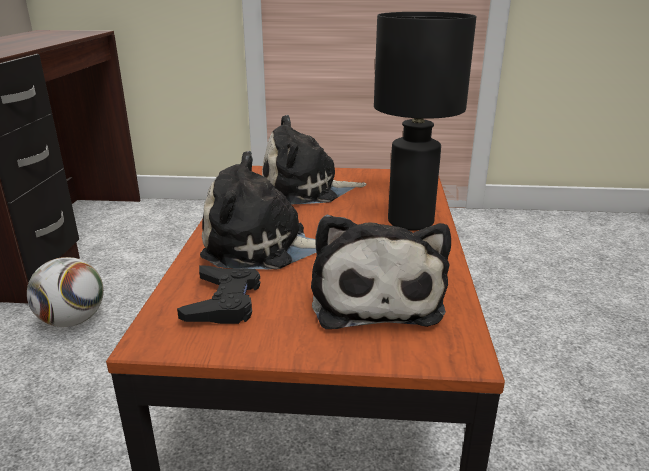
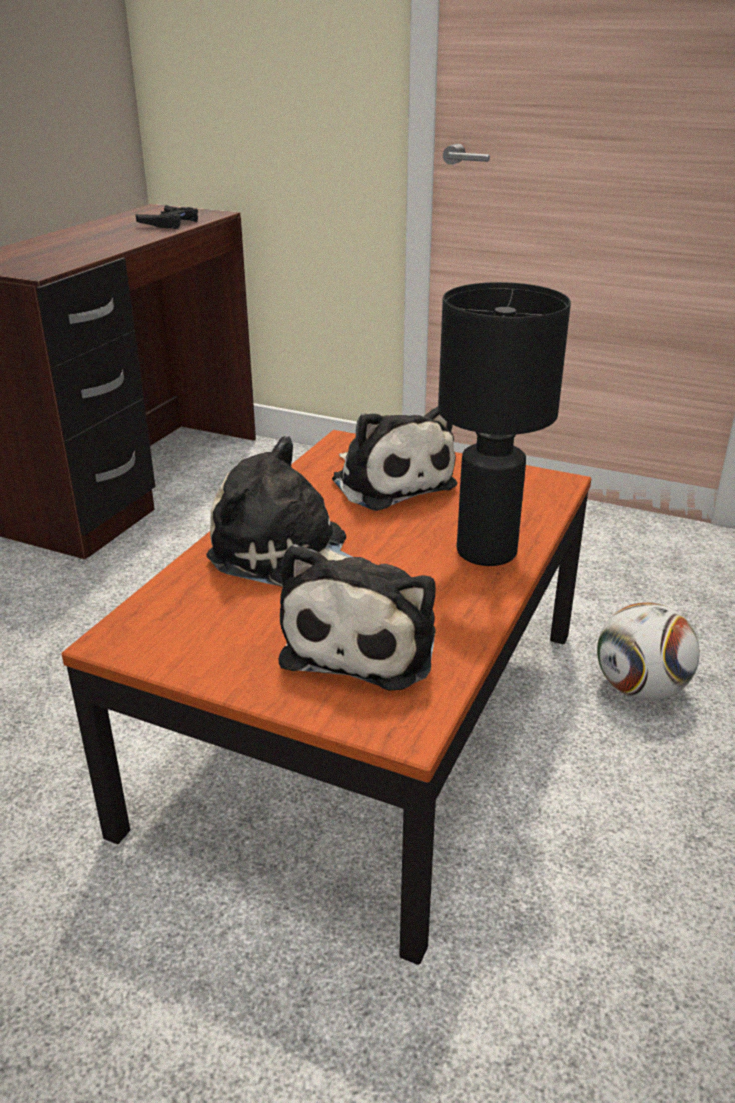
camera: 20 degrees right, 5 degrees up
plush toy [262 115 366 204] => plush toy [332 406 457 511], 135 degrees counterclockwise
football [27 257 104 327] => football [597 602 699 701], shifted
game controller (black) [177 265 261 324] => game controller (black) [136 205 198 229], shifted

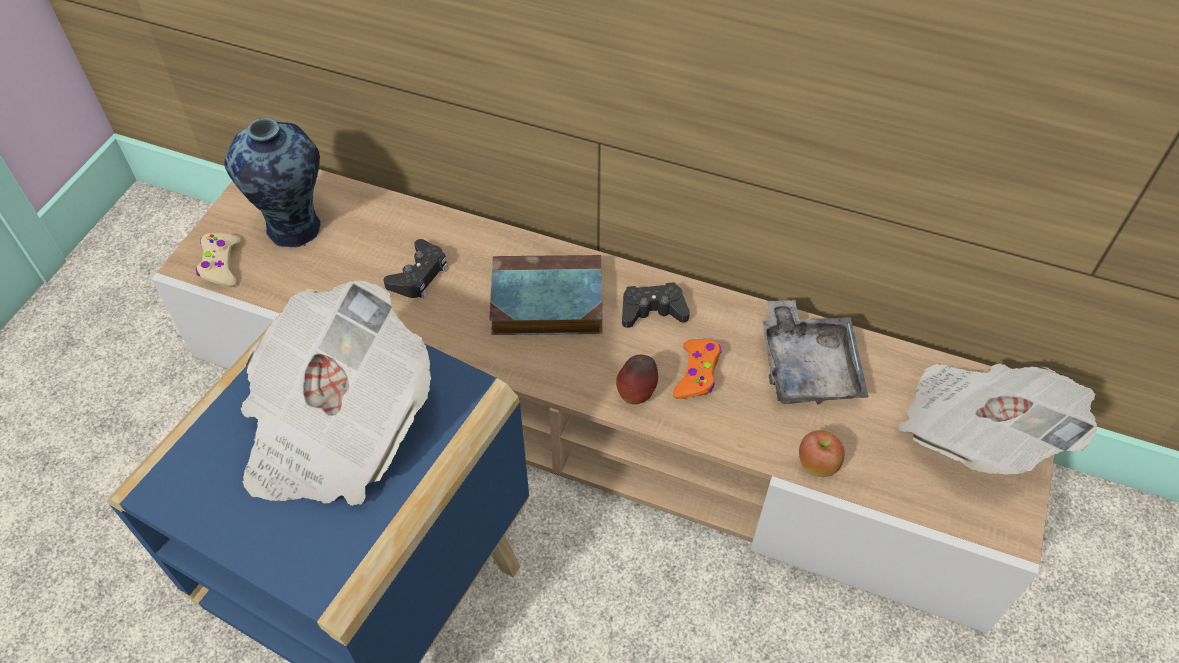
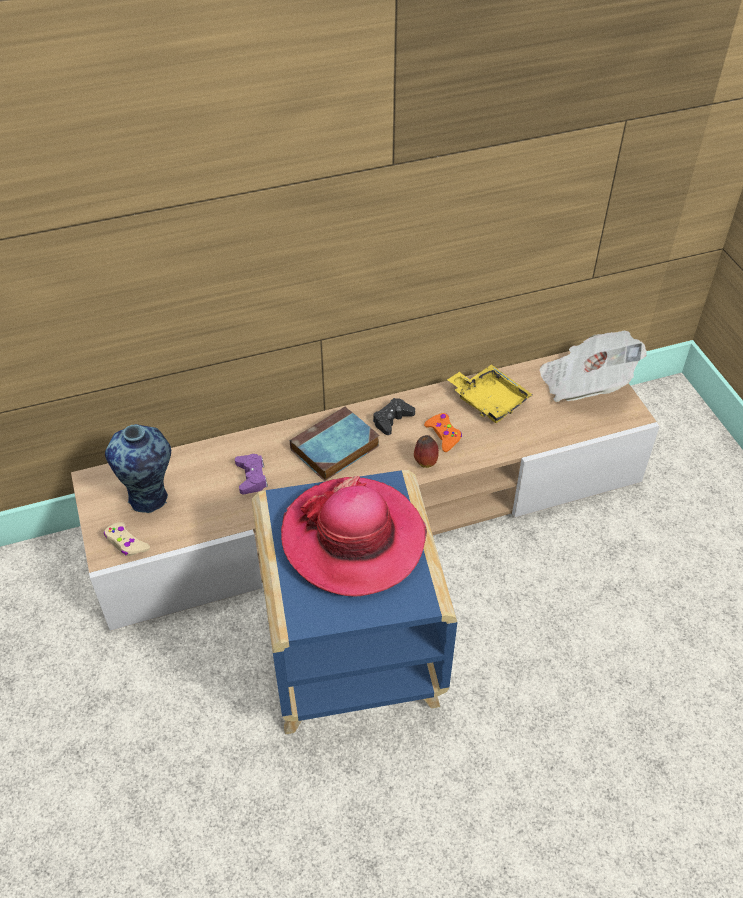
camera: 40 degrees left, 5 degrees down
game controller (black) [384 239 448 299] => game controller (purple) [235 454 268 494]
newspaper [241 280 431 506] => hat [281 476 427 597]
tray (grey) [763 300 868 404] => tray (yellow) [447 364 533 423]
apple [799 430 845 477] => nothing

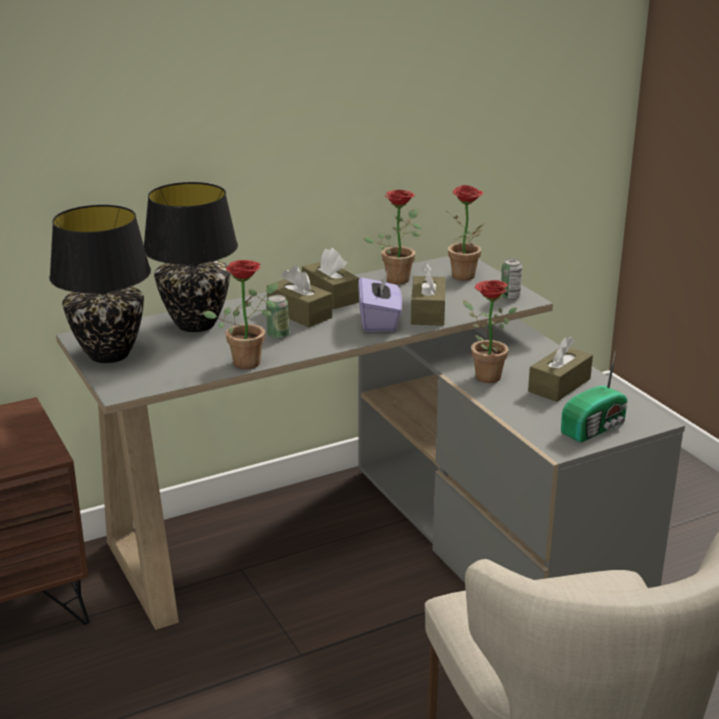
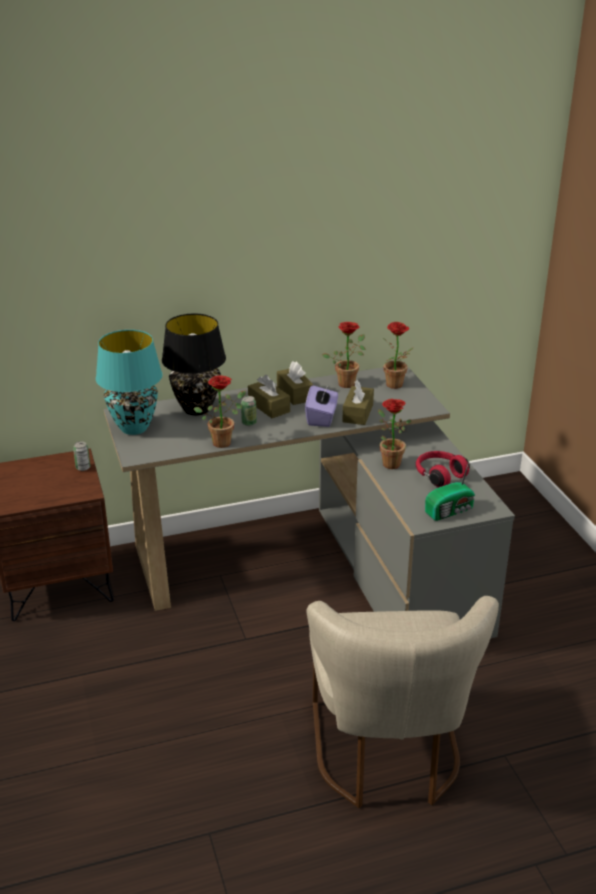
camera: 10 degrees right, 5 degrees up
table lamp (black) [49 205 151 363] => table lamp (turquoise) [96 330 162 435]
can [501 259 522 300] => can [73 441 90 471], shifted
tissue box (brown) [528 336 593 402] => headphones (red) [416 451 470 487]

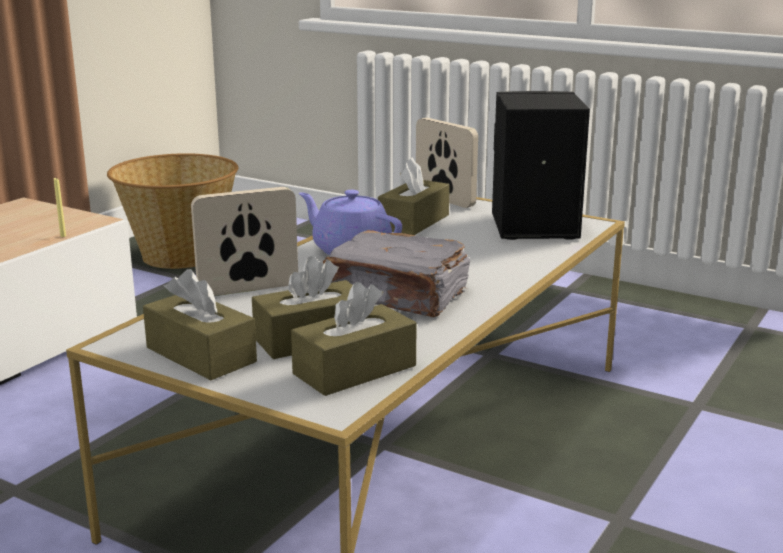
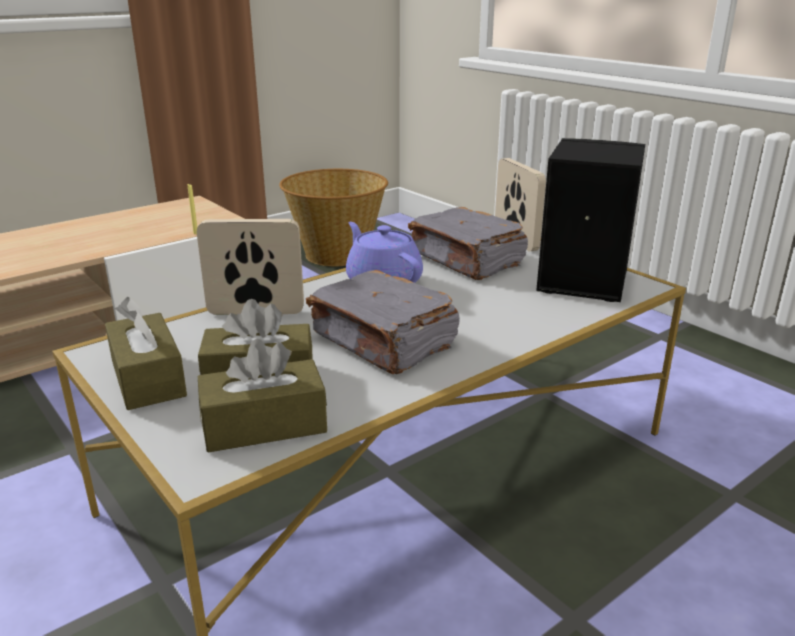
camera: 20 degrees right, 5 degrees up
tissue box (brown) [378 157 450 235] => book (grey) [408 207 528 280]

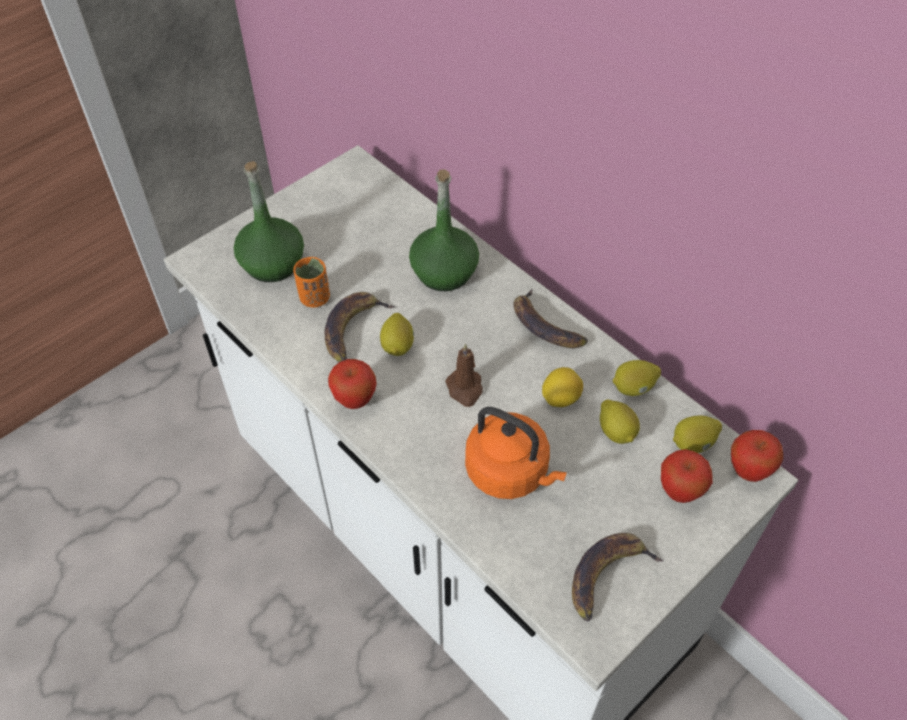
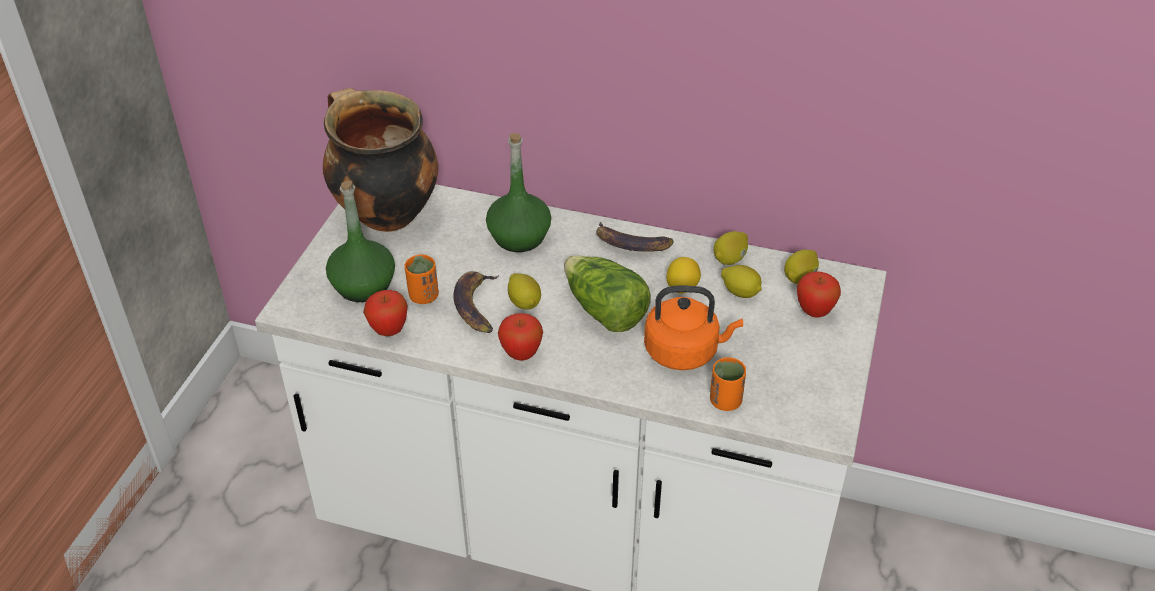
camera: 30 degrees left, 10 degrees down
candle (brown) [445 343 483 407] => lettuce [564 256 651 332]
apple [731 430 783 482] => apple [363 290 408 336], shifted
banana [572 533 664 621] => nothing
nothing => cooking pot [323 88 438 232]
nothing => cup (orange) [710 357 746 411]

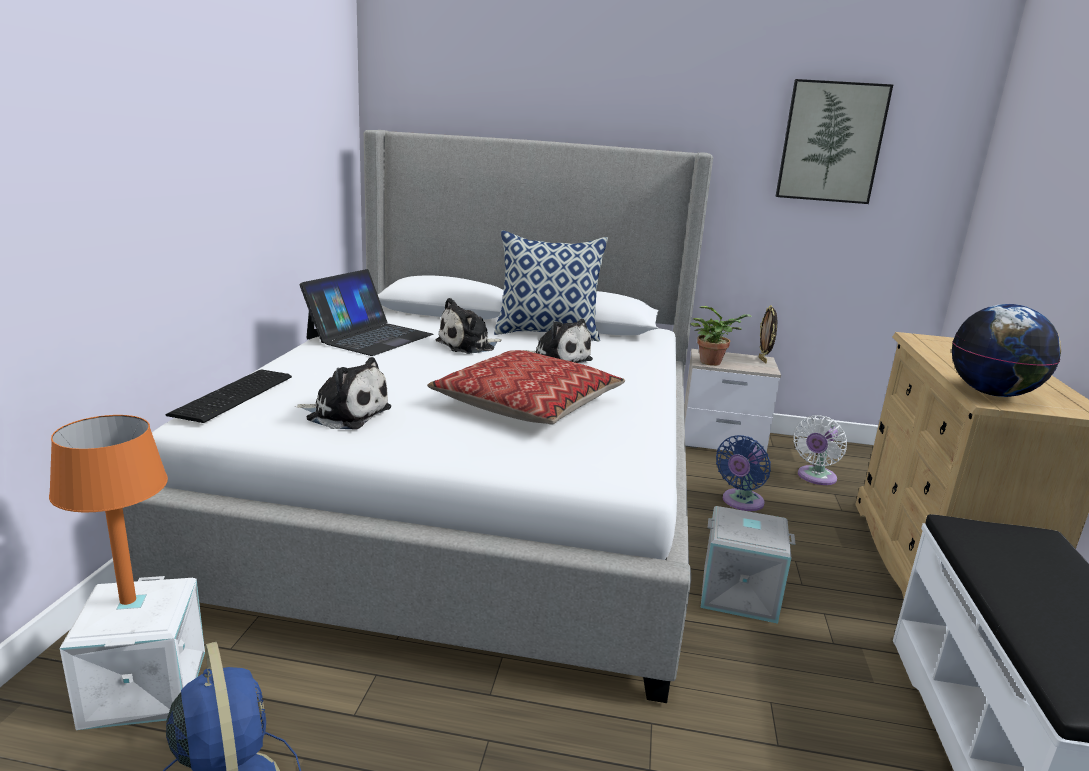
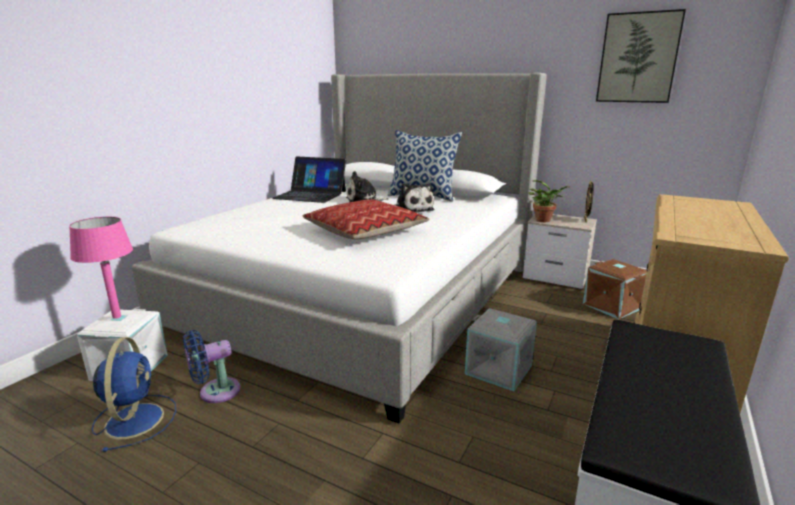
camera: 20 degrees right, 0 degrees up
laptop [299 269 434 356] => laptop [272 156 346 203], 60 degrees clockwise
globe [952 304 1061 397] => nothing
plush toy [297 357 391 429] => nothing
keyboard [166 369 292 423] => nothing
table lamp (orange) [49 415 168 605] => table lamp (pink) [69 217 133 319]
fan (white) [793 415 847 485] => storage box (brown) [583 259 647 319]
fan (blue) [716 435 771 511] => fan (blue) [183 330 241 403], shifted

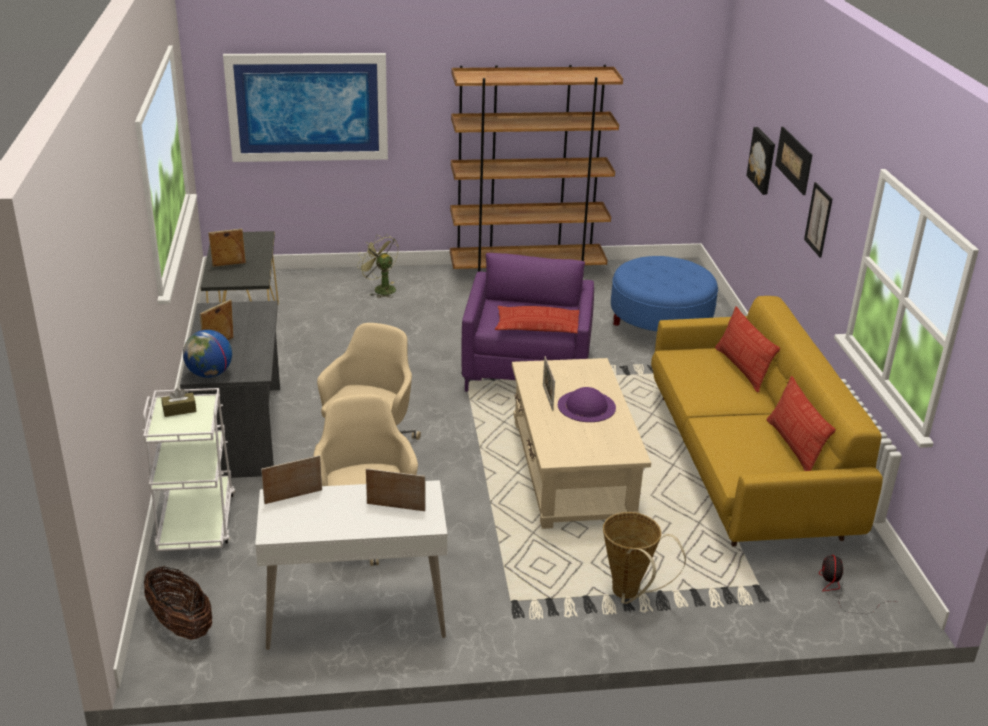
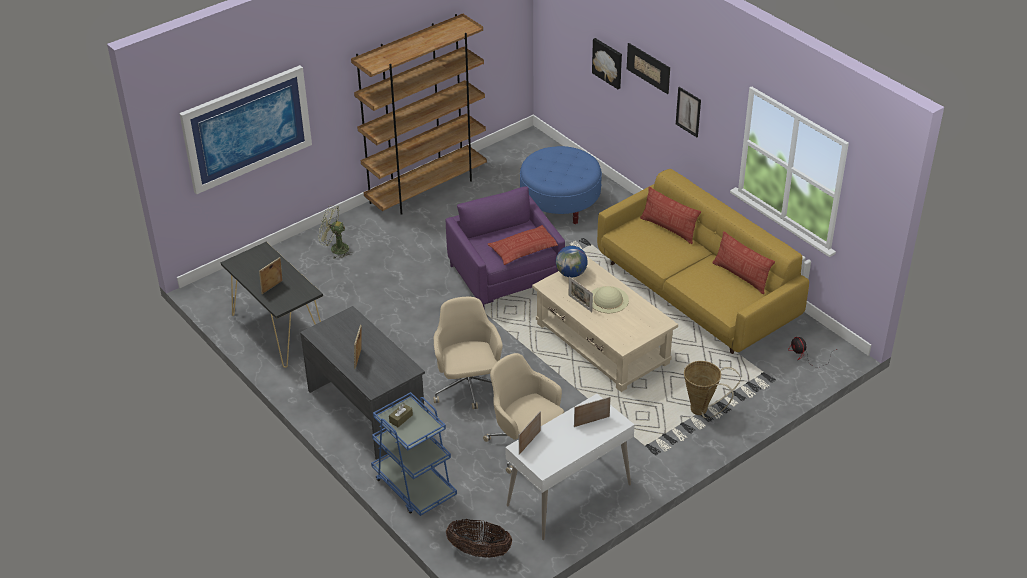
camera: 30 degrees left, 10 degrees up
globe [183 330 232 378] => globe [556 246 588 278], shifted
hat (purple) [558 387 616 422] => hat (beige) [591 286 629 313]
cart (white) [142 388 235 551] => cart (blue) [371 392 457 516]

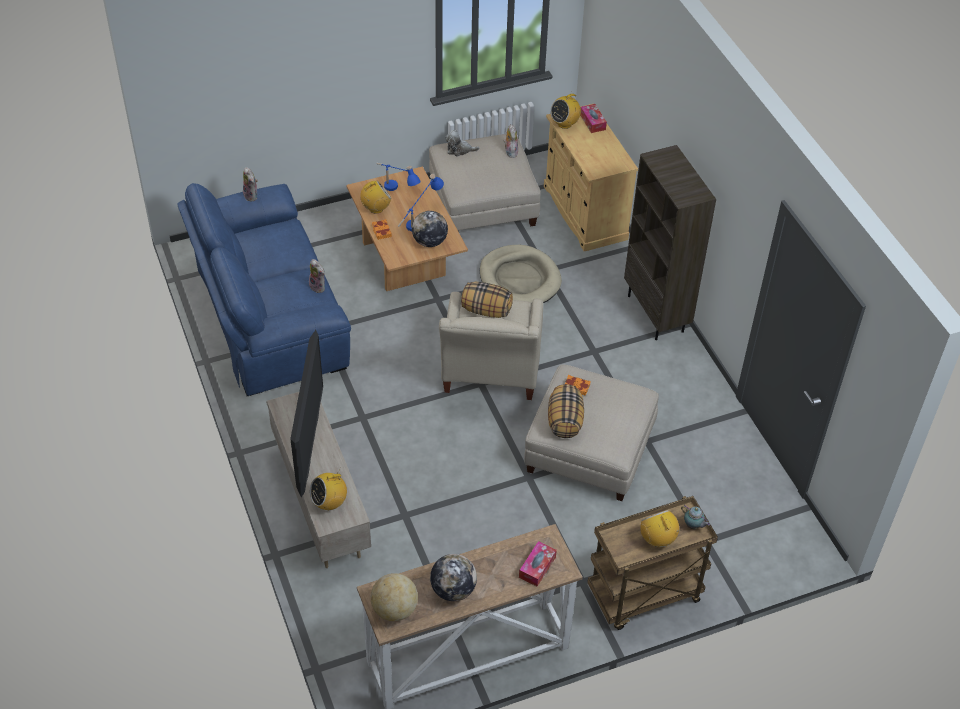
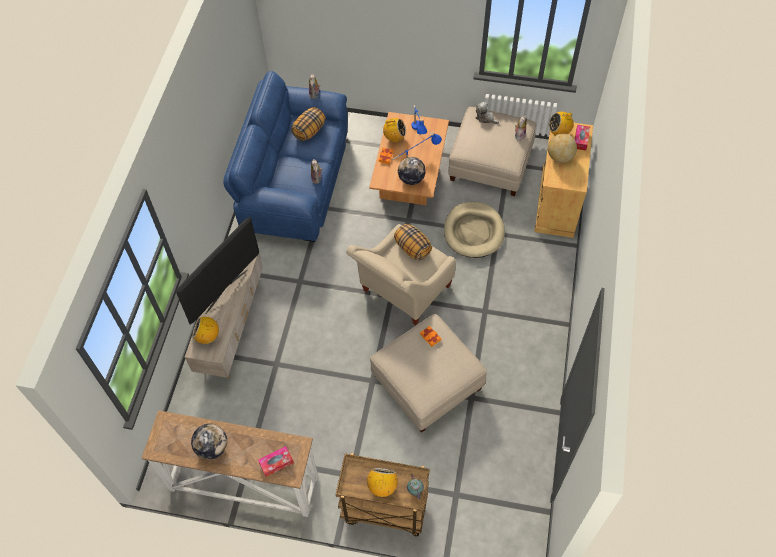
camera: 35 degrees right, 10 degrees up
bookcase (brown) [624 145 716 340] => nothing
pillow [548 384 584 438] => pillow [291 107 326 141], shifted
globe [371 573 418 621] => globe [548 134 577 163], shifted

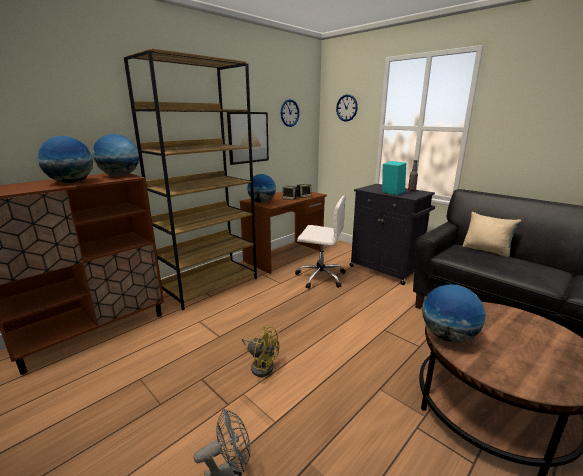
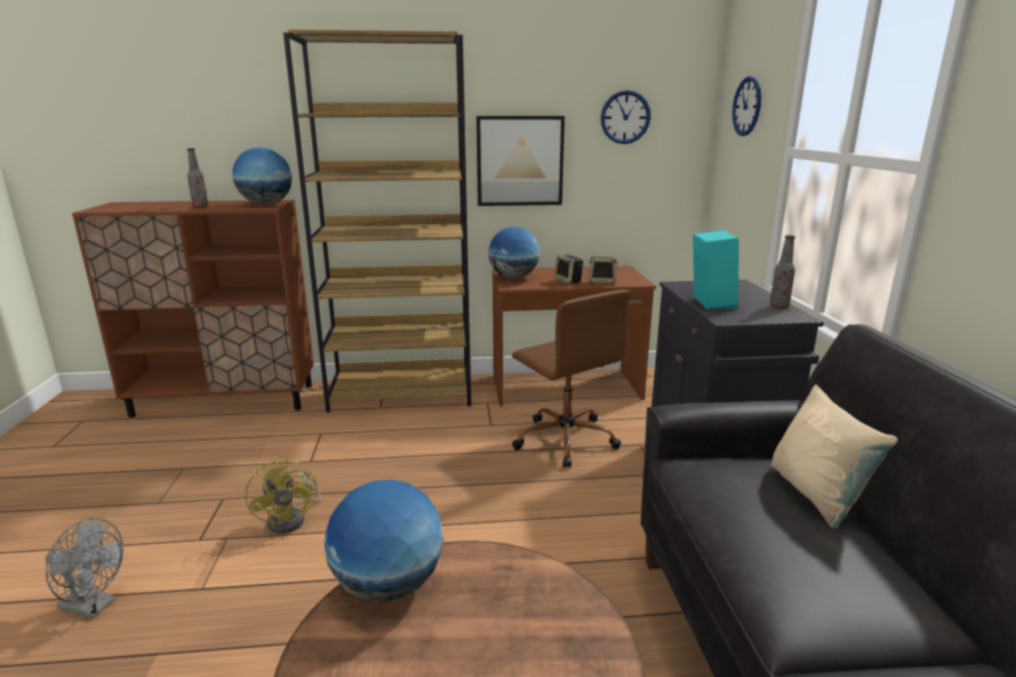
camera: 40 degrees right, 0 degrees up
globe [38 136 93 183] => bottle [187 148 208 208]
office chair (white) [295 195 346 289] => office chair (brown) [512 290 630 468]

